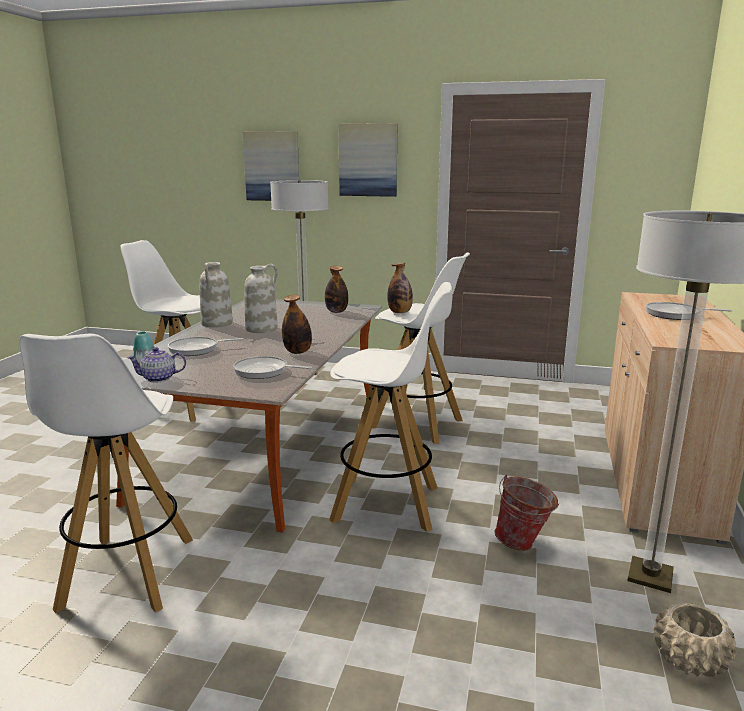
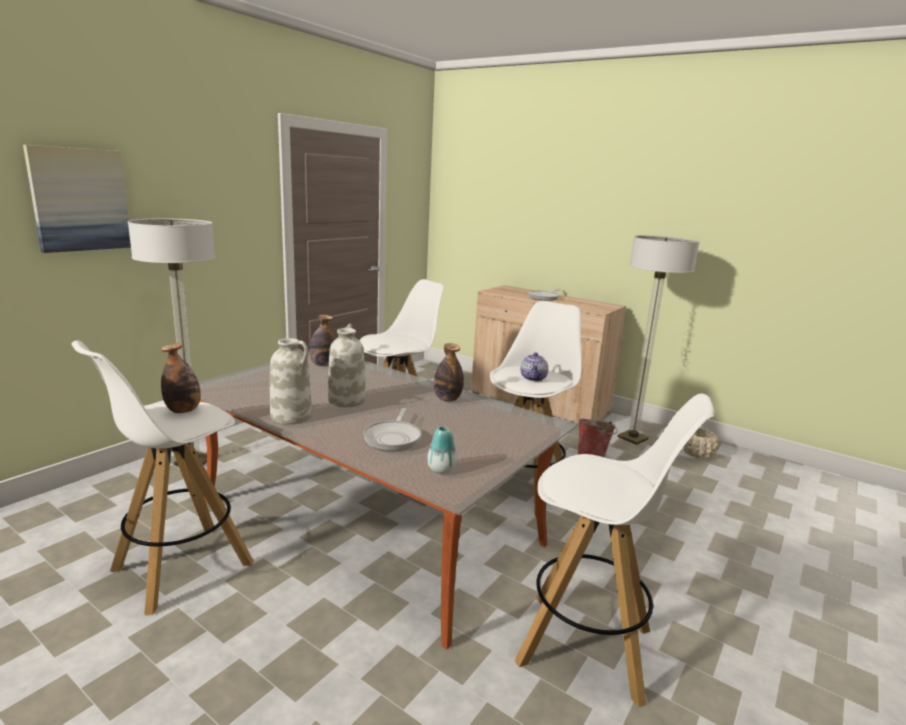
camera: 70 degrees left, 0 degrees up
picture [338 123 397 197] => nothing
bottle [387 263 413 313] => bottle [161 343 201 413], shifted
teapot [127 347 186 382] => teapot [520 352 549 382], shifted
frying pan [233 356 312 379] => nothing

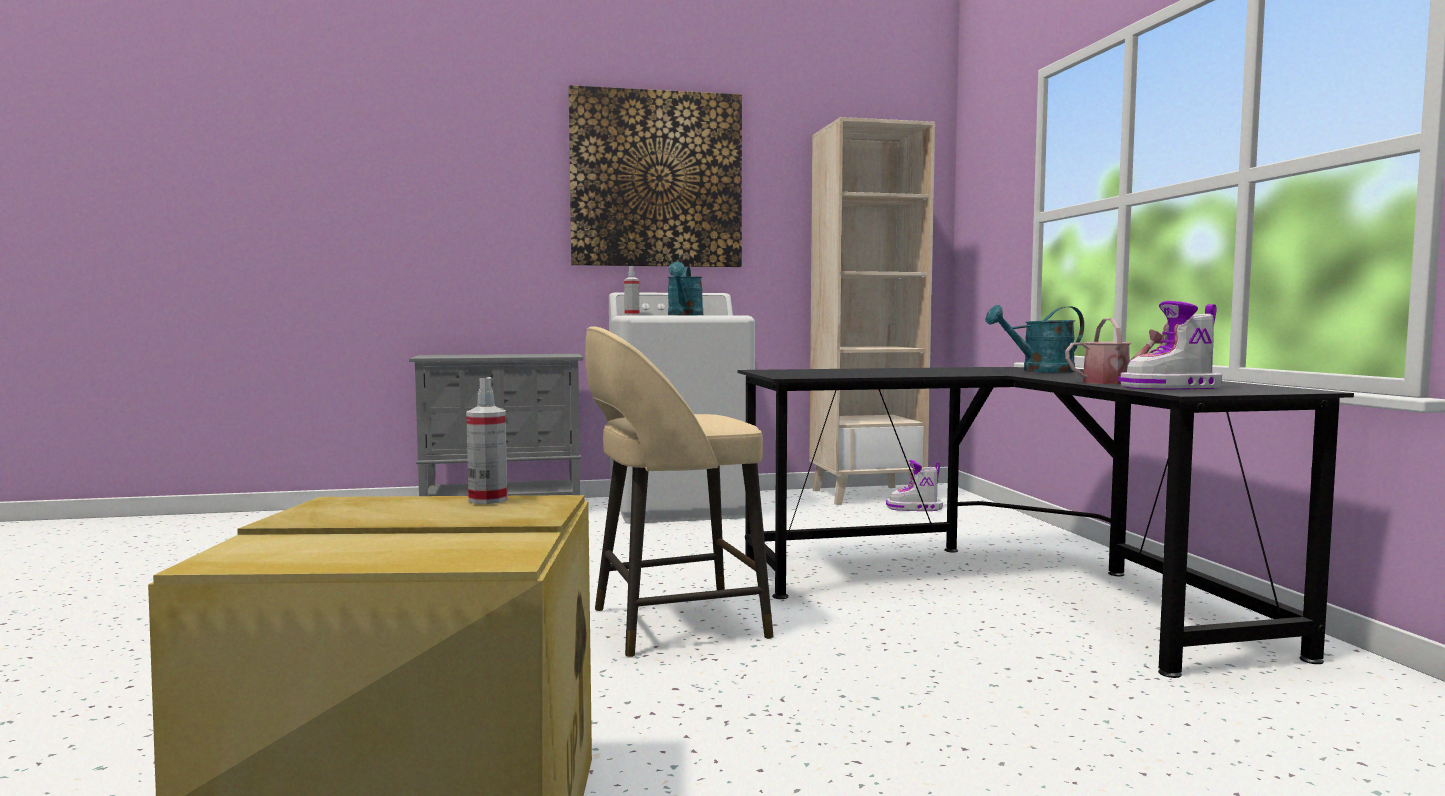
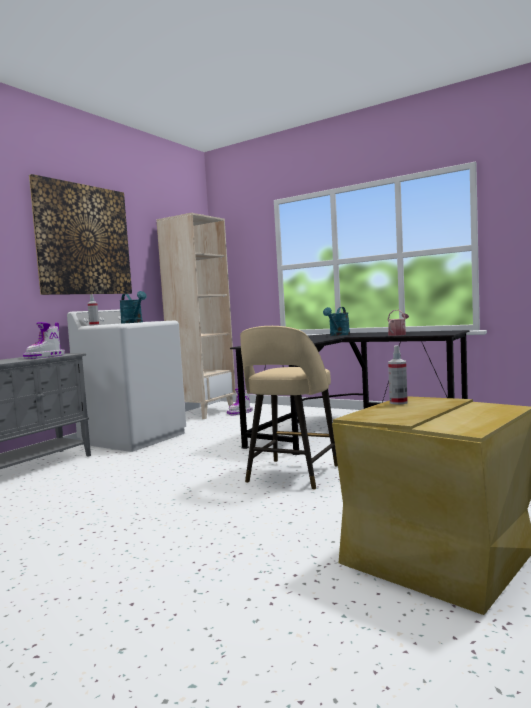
camera: 45 degrees left, 0 degrees up
boot [1118 301 1222 389] => boot [23 322 65 359], shifted

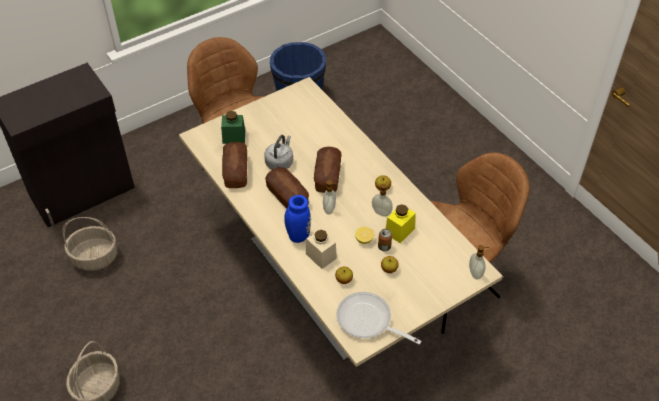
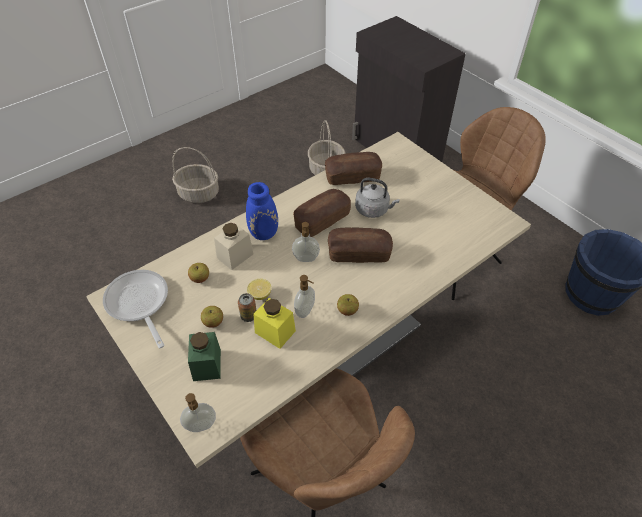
camera: 85 degrees right, 0 degrees up
jar (green) [221 111 245 144] => jar (green) [188 332 221 381], shifted
frying pan [336 292 422 344] => frying pan [103 270 168 348], 60 degrees counterclockwise

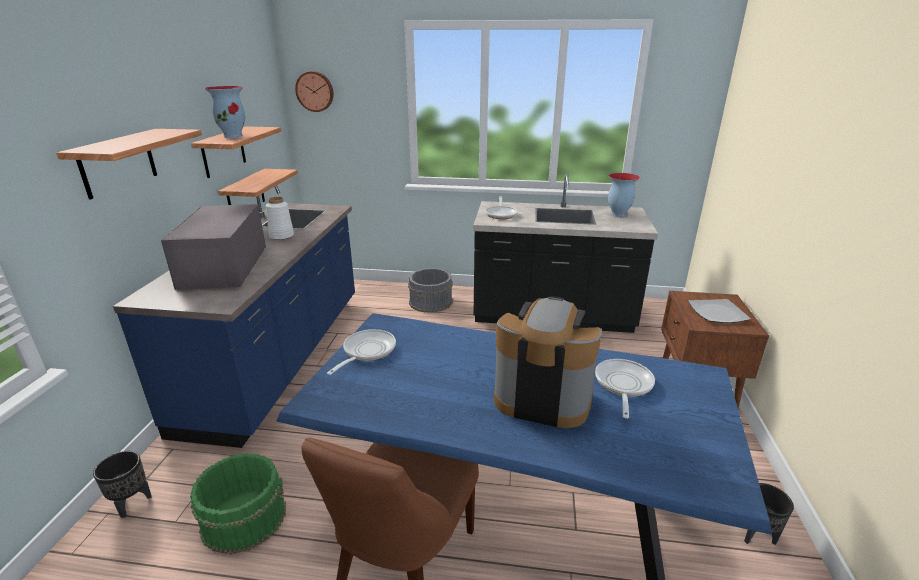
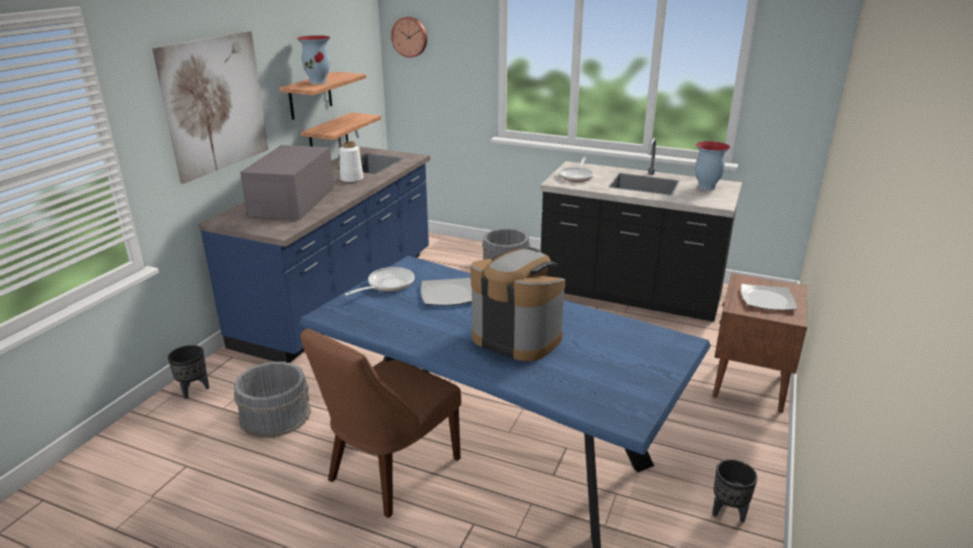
camera: 15 degrees right, 0 degrees up
shelf [56 129 202 200] => picture [152 31 269 184]
frying pan [595 359 655 419] => nothing
bucket (green) [190 453 286 555] => bucket (grey) [234 362 311 438]
nothing => plate [421 278 472 306]

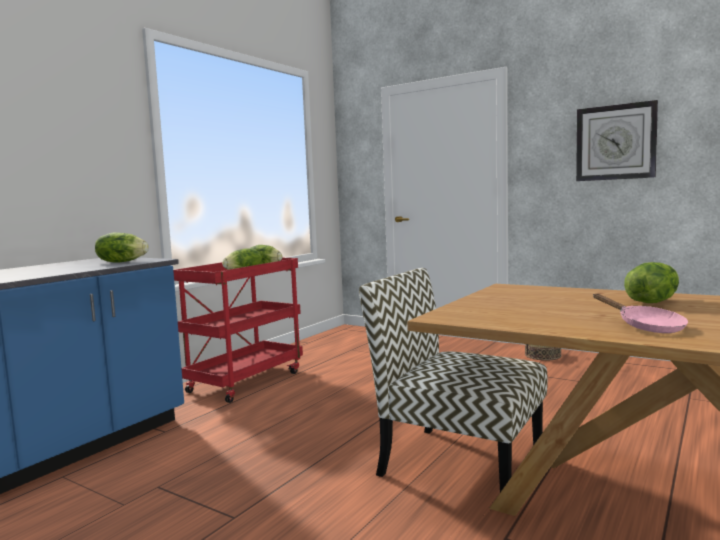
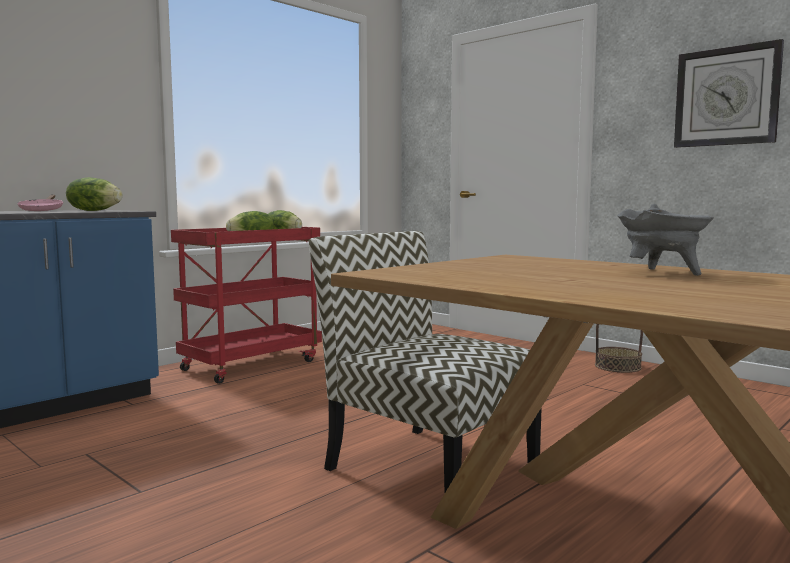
camera: 10 degrees right, 0 degrees up
lettuce [624 262 679 303] => cooking pot (grey) [617 204 714 276]
frying pan (pink) [593 294 688 333] => frying pan (pink) [17 195 63 211], shifted

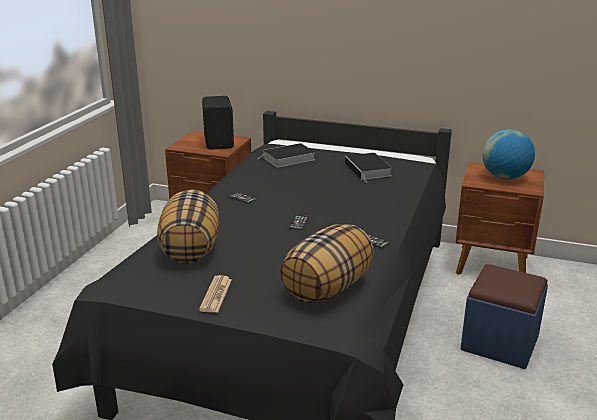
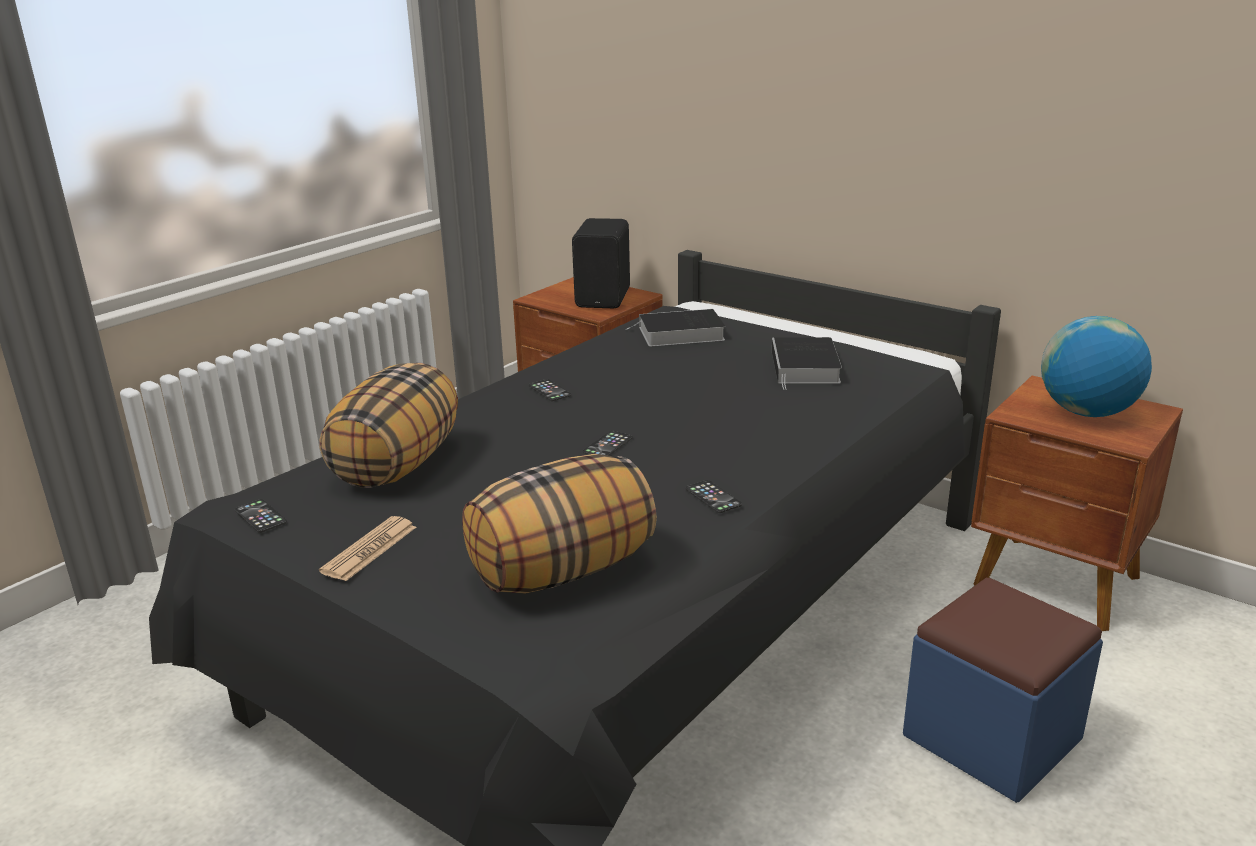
camera: 20 degrees right, 0 degrees up
nothing => phone [235 499 287 533]

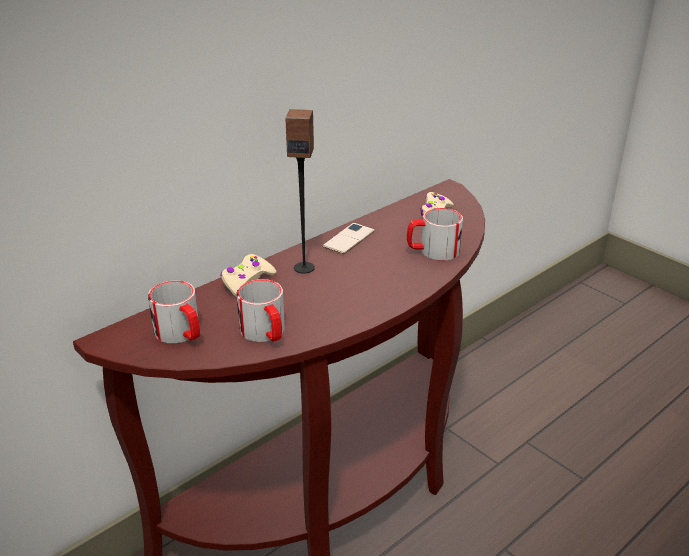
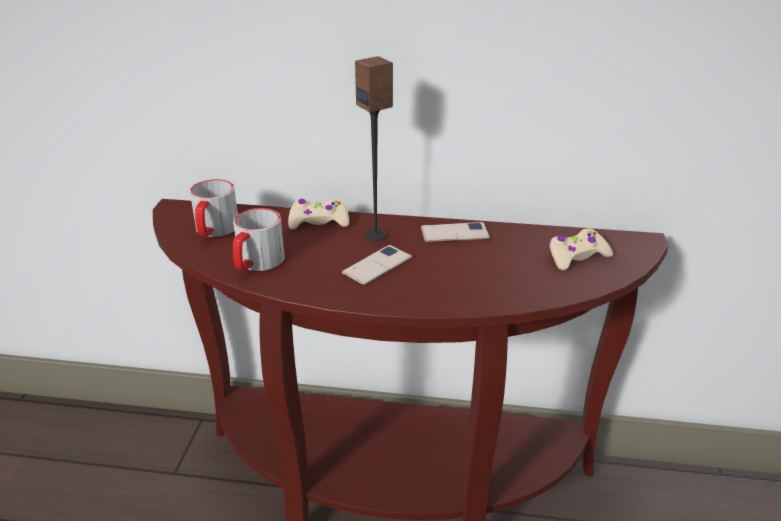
camera: 50 degrees right, 0 degrees up
mug [407 208 463 261] => nothing
nothing => phone [342 245 412 286]

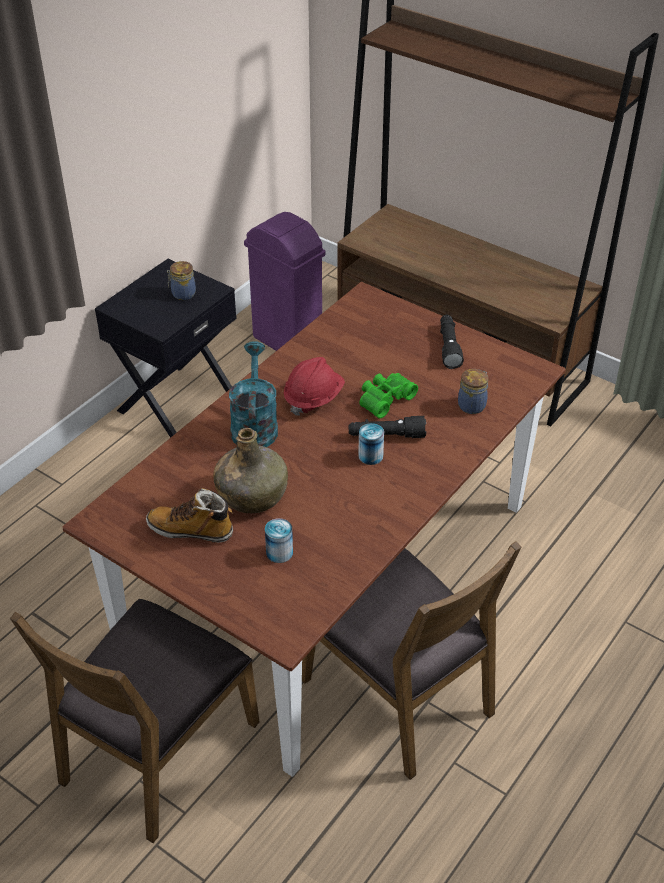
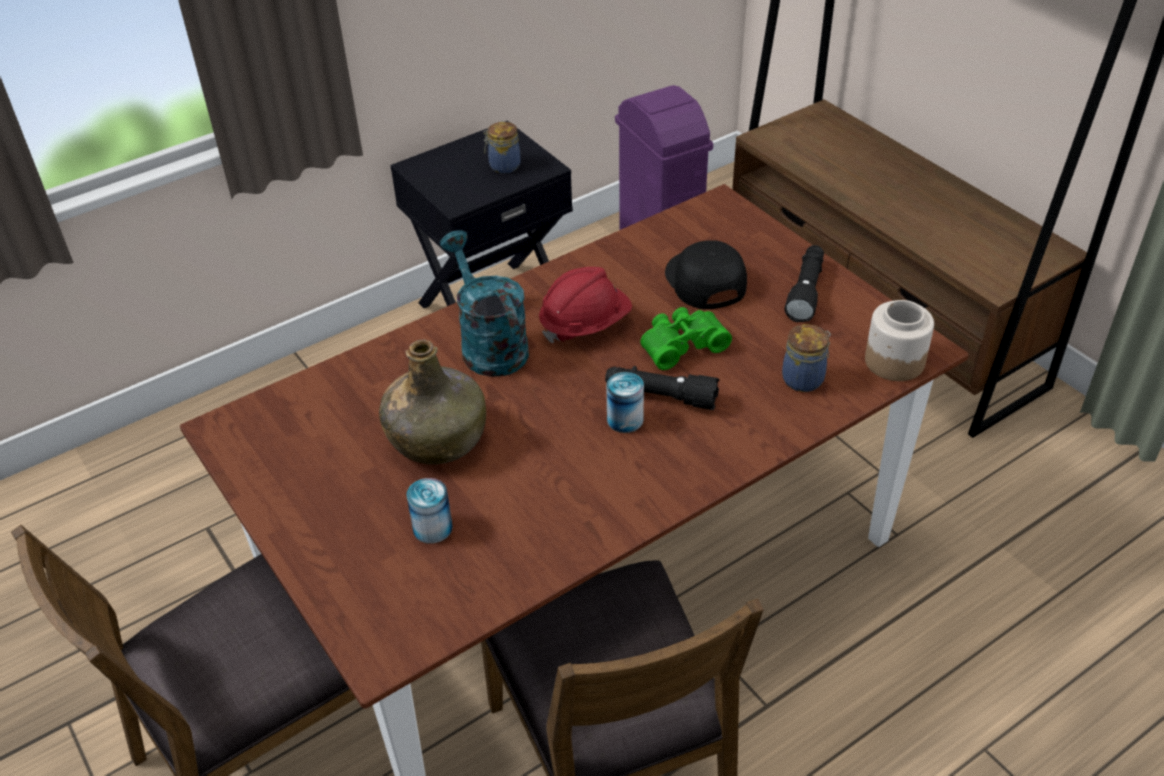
camera: 20 degrees right, 0 degrees up
watering can (turquoise) [229 341 278 447] => watering can (turquoise) [440 230 529 377], 45 degrees counterclockwise
boot [146 488 233 543] => nothing
nothing => cap (black) [665 240 747 309]
nothing => jar [865 300 934 381]

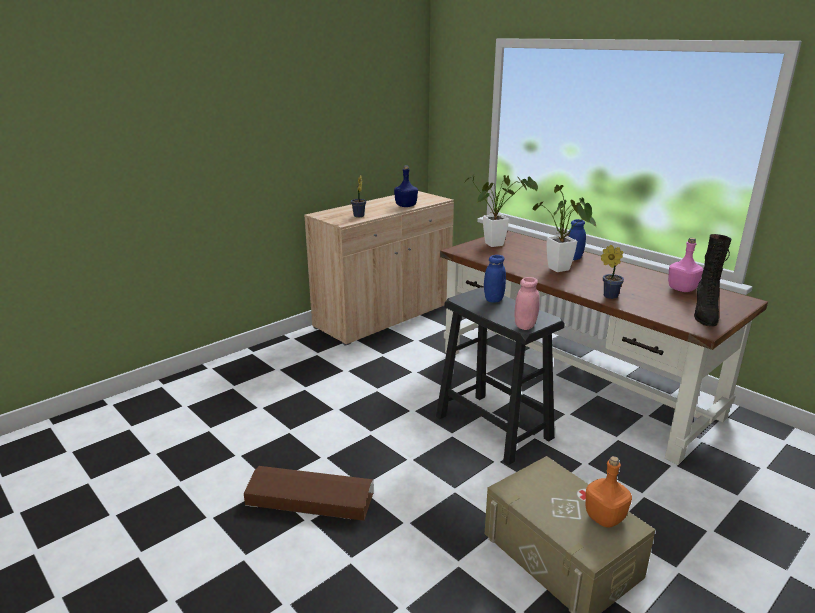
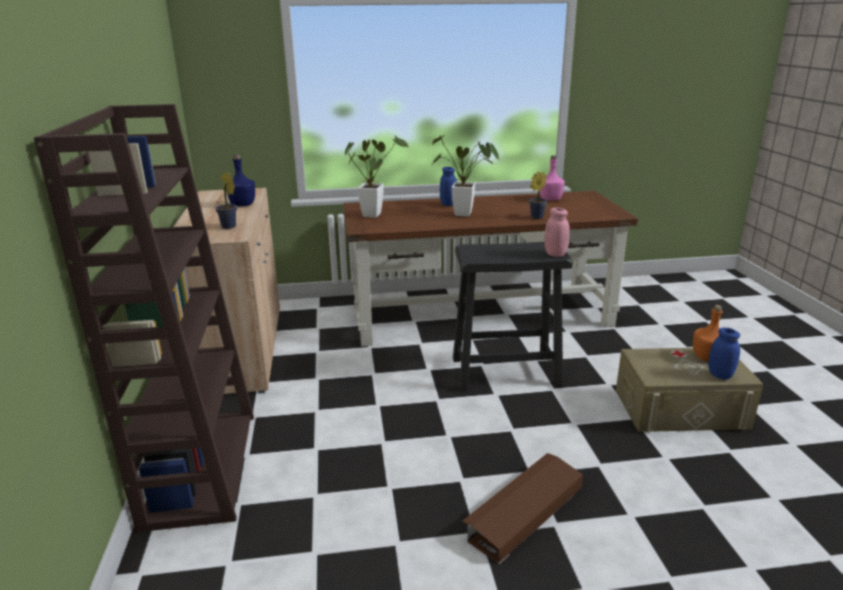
camera: 55 degrees left, 0 degrees up
boot (black) [694 234 732 326] => nothing
jar (blue) [484 255 506 303] => jar (blue) [708 328 740 380], shifted
nothing => bookcase (brown) [34 104 254 532]

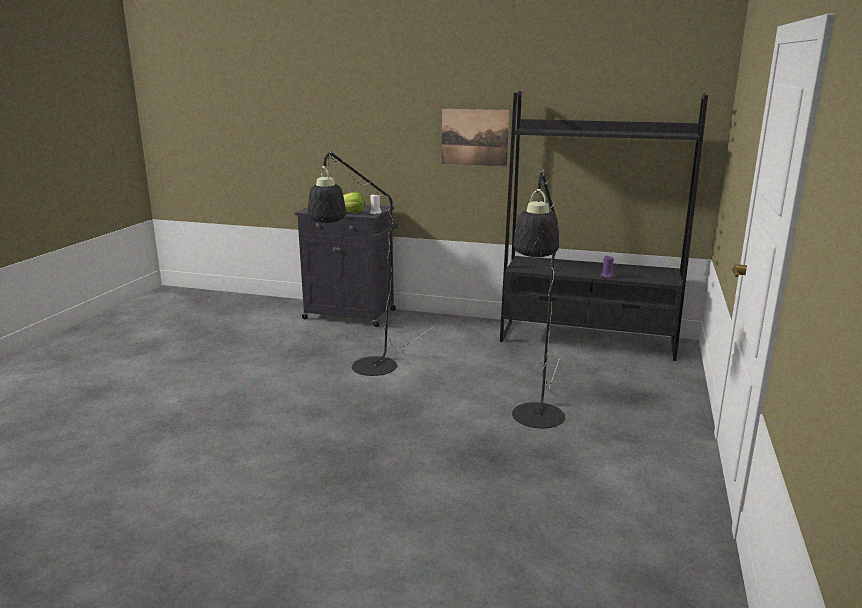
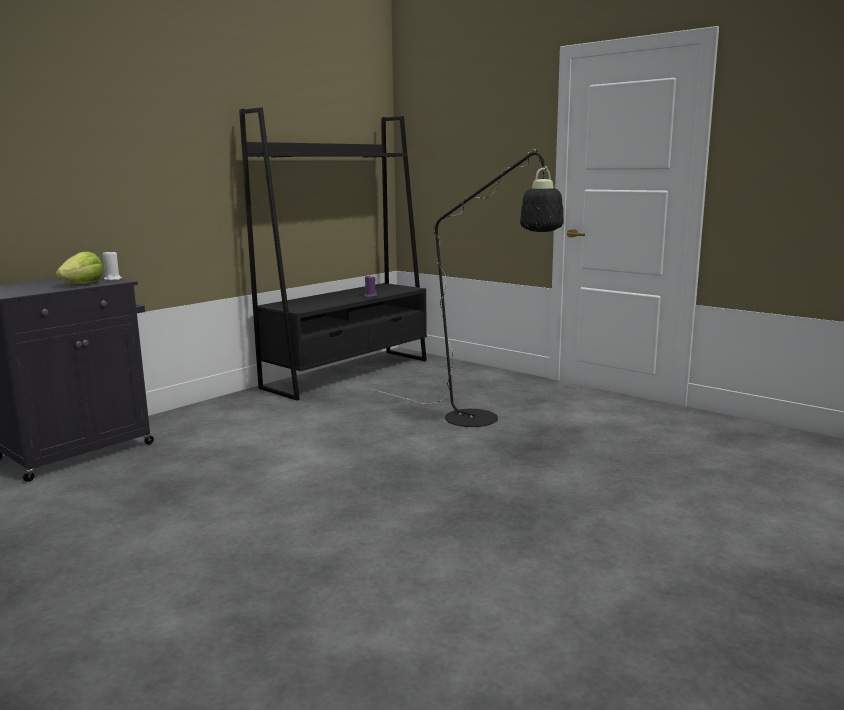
camera: 65 degrees left, 5 degrees down
picture [442 109 509 167] => nothing
floor lamp (black) [308 150 434 376] => nothing

